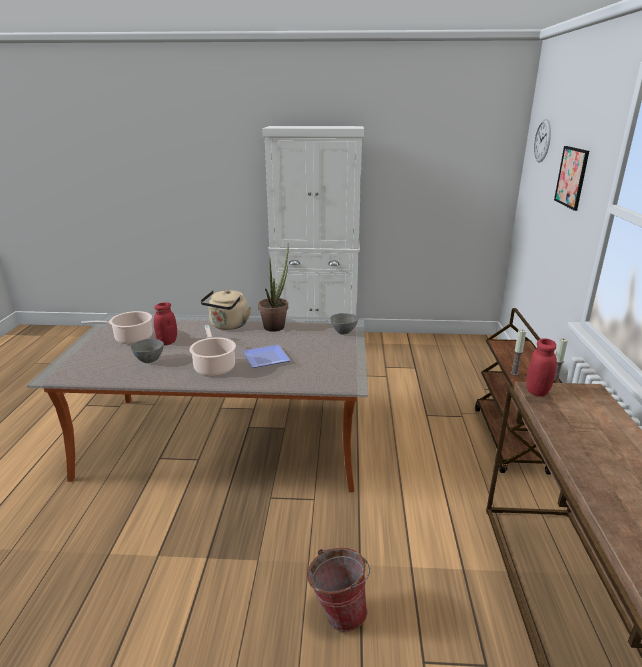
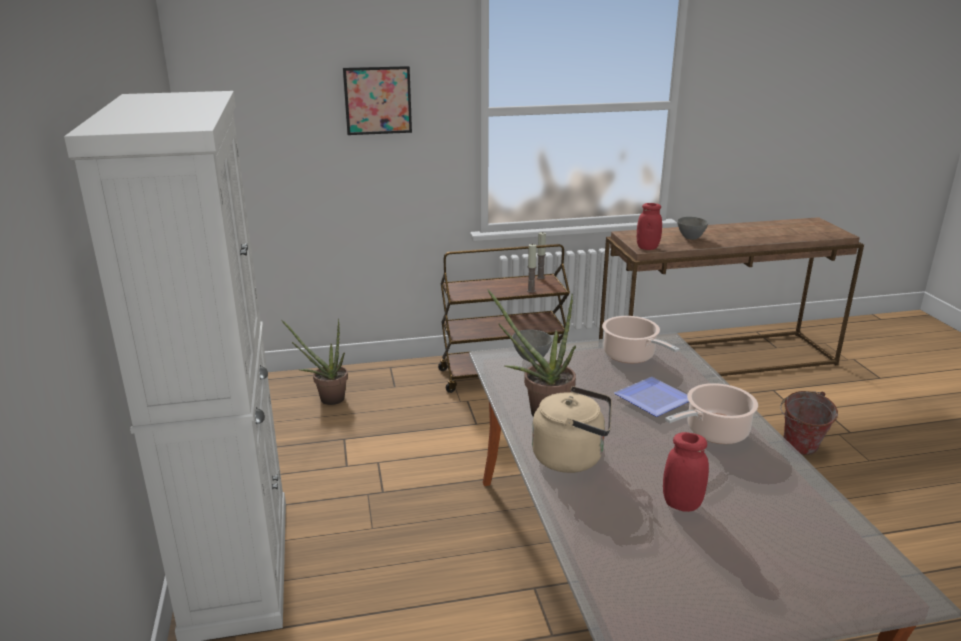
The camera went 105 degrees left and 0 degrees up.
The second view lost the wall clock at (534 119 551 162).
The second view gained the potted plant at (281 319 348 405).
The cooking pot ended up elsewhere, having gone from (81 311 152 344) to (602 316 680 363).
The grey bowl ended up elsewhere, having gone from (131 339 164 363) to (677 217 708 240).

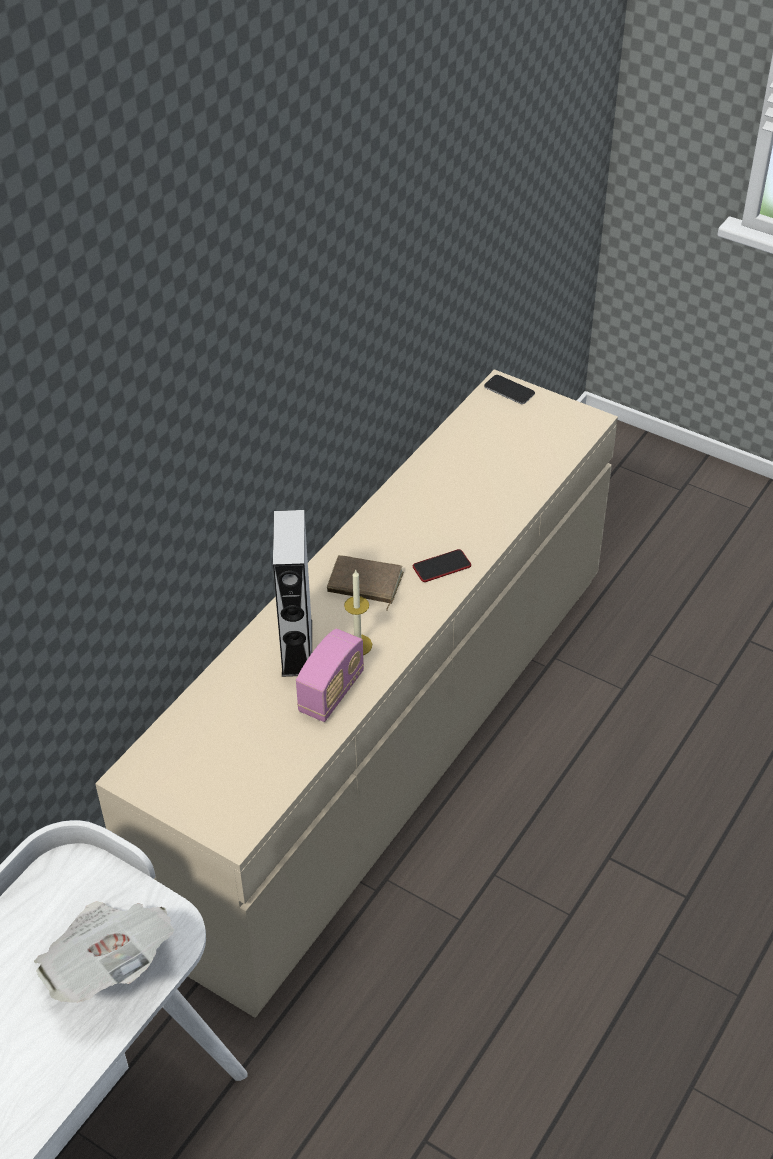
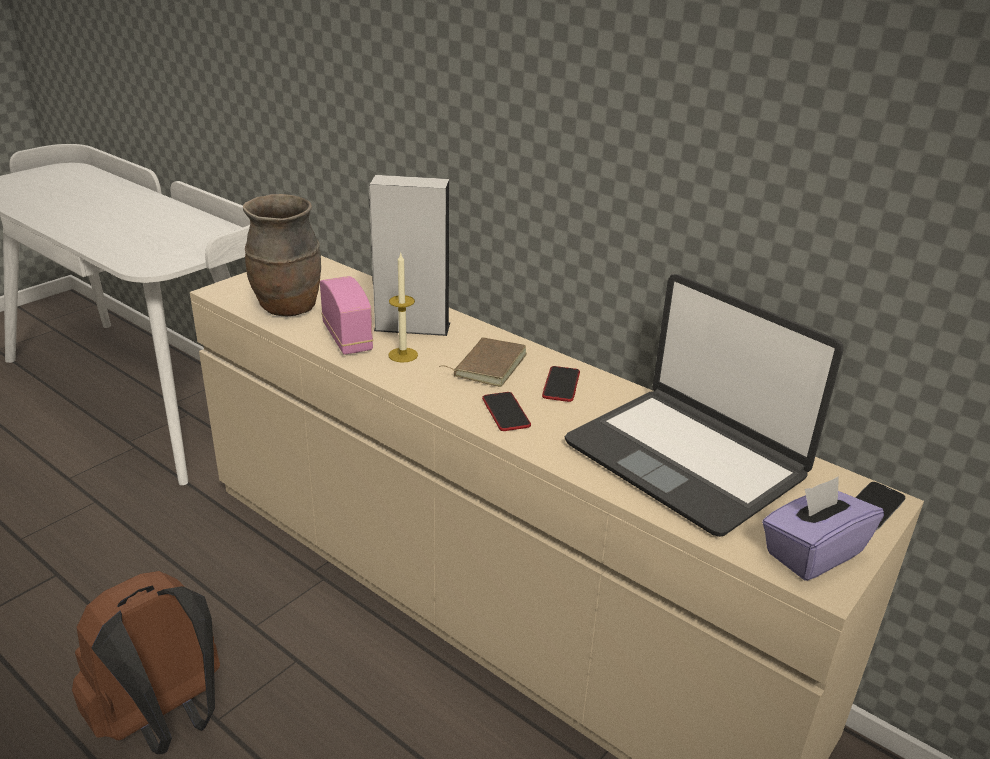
The camera went 95 degrees right and 15 degrees down.
The second view lost the newspaper at (34 901 174 1003).
The second view gained the brown backpack at (72 571 220 754).
The second view gained the brown vase at (243 194 321 316).
The second view gained the phone at (542 366 580 402).
The second view gained the laptop at (565 274 844 537).
The second view gained the purple tissue box at (762 476 884 581).
The radio at (296 628 364 722) ended up facing another way, 150 degrees counterclockwise from before.

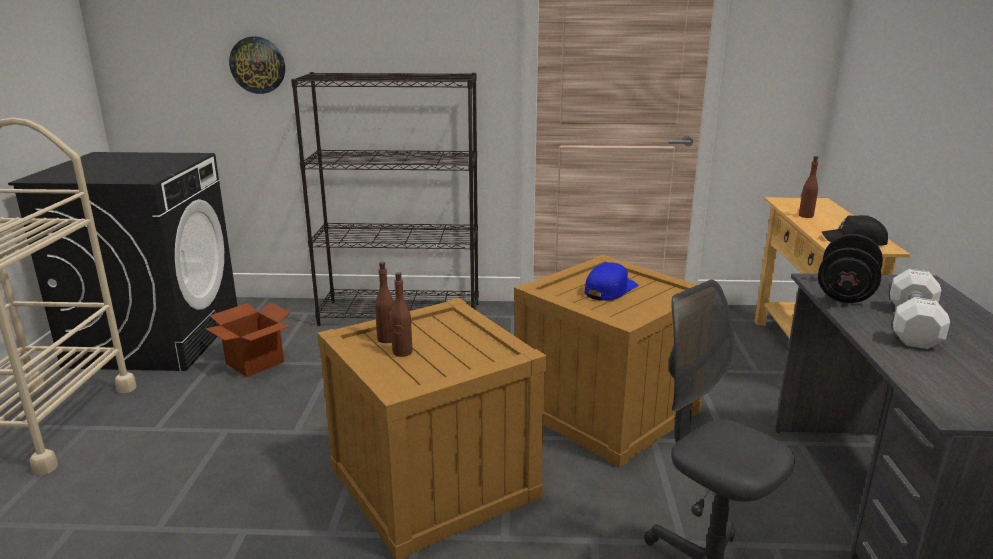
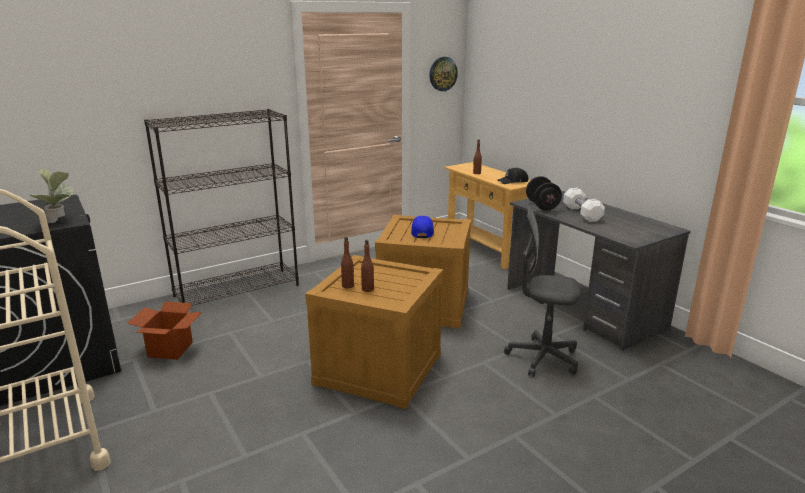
The camera went 35 degrees left and 0 degrees up.
The second view gained the potted plant at (30 169 74 223).
The wall clock ended up elsewhere, having gone from (229 37 285 94) to (430 57 458 91).

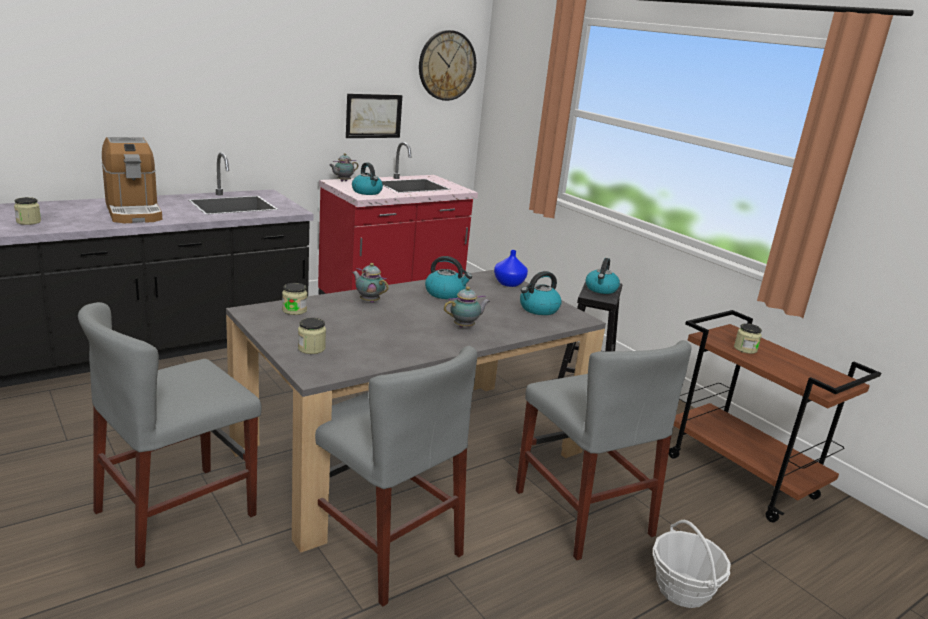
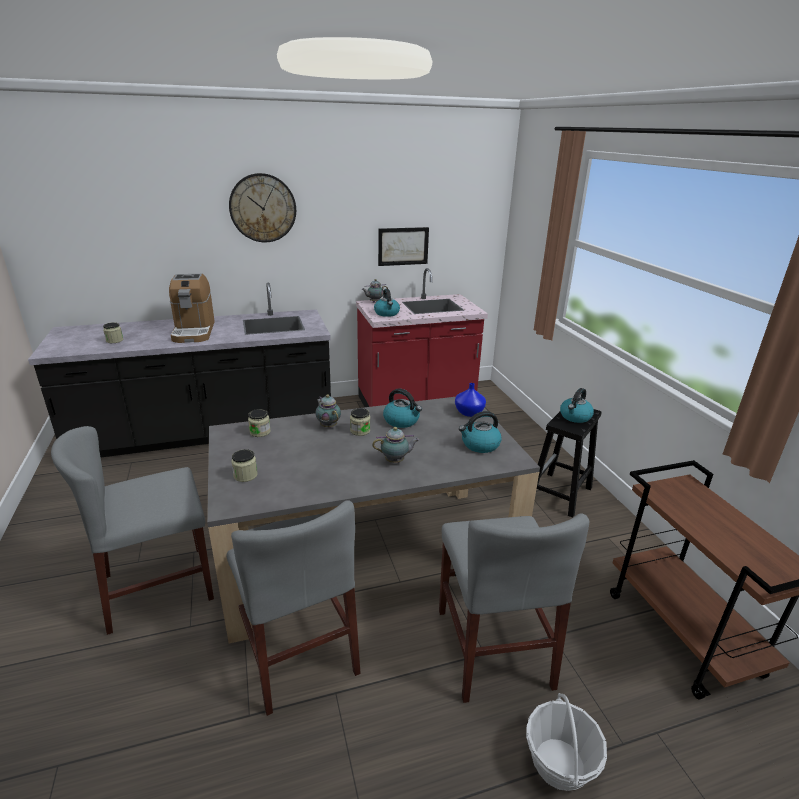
The camera went 20 degrees right and 5 degrees up.
The wall clock ended up elsewhere, having gone from (419 30 476 101) to (229 173 296 242).
The jar ended up elsewhere, having gone from (734 323 762 354) to (350 408 370 436).

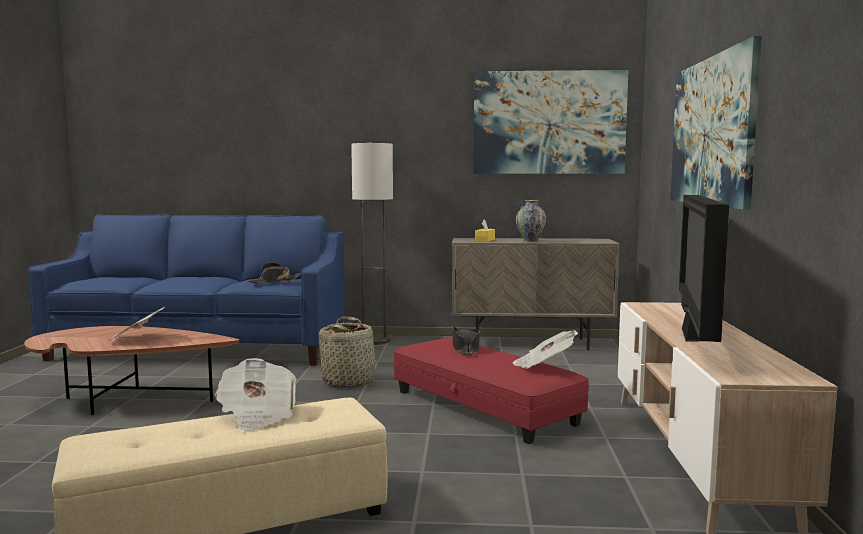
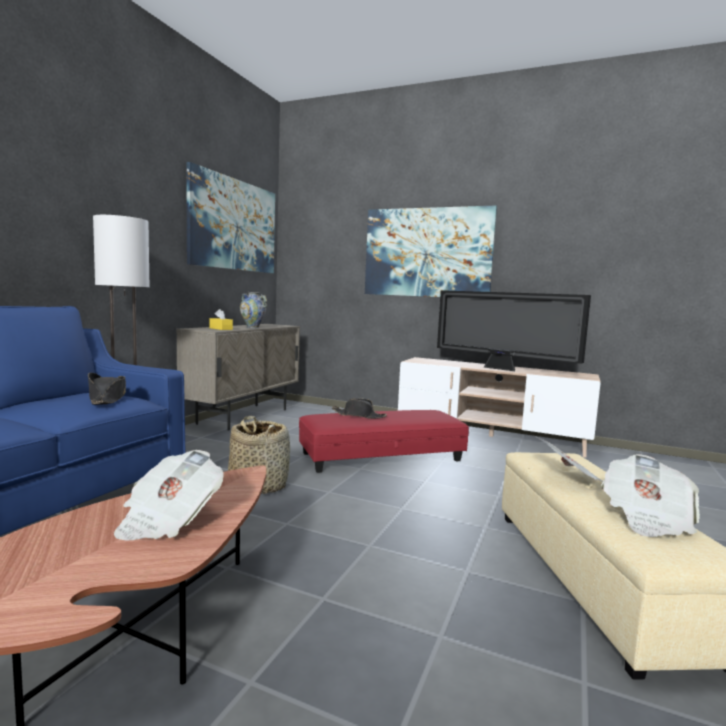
The camera went 70 degrees left and 0 degrees up.
The newspaper ended up elsewhere, having gone from (513 330 578 369) to (601 454 700 537).

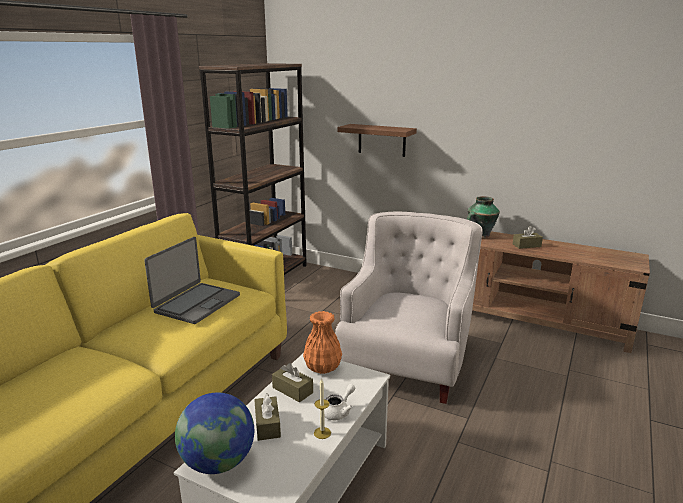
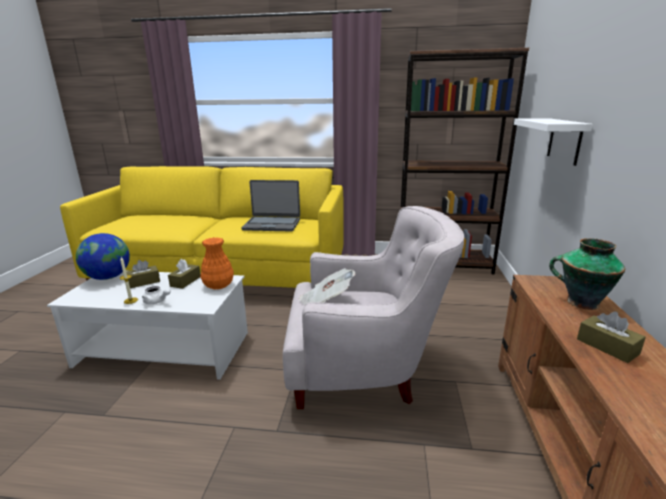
The camera went 70 degrees right and 0 degrees up.
The second view gained the newspaper at (299 268 355 306).
What was the brown shelf at (338 124 417 157) turned into the white shelf at (514 118 593 166).

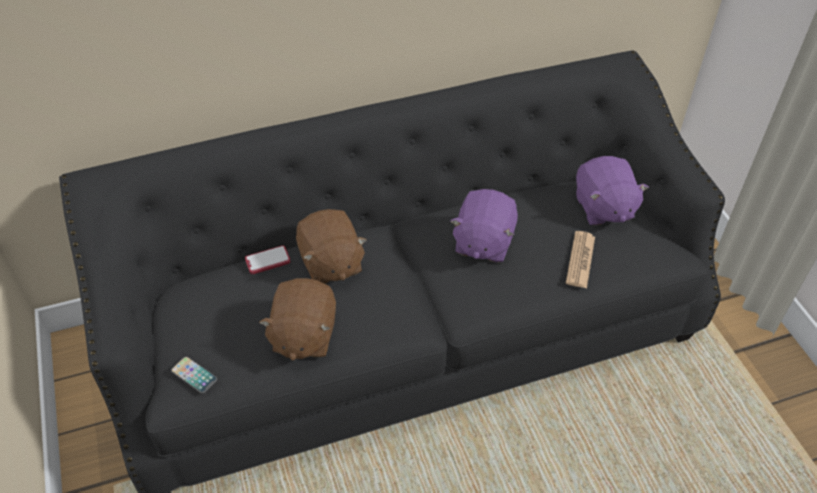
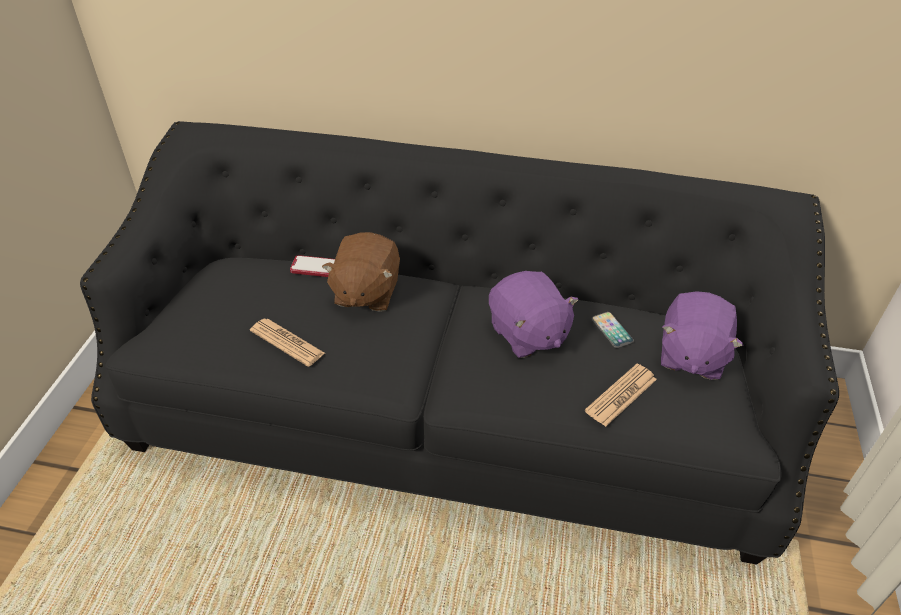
The camera went 30 degrees right and 5 degrees down.
The phone ended up elsewhere, having gone from (171 357 217 393) to (592 312 634 348).
Where the brown plush toy stood at (259 278 336 361), the newspaper came to stand at (250 318 325 367).
The purple plush toy at (451 189 518 263) ended up facing another way, 75 degrees counterclockwise from before.

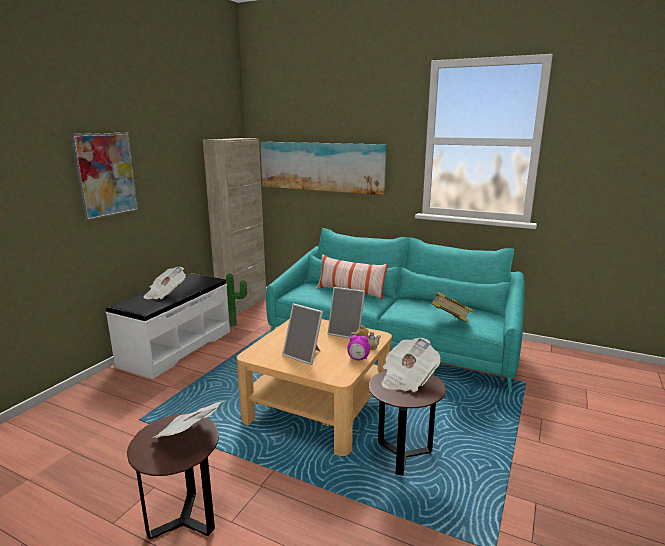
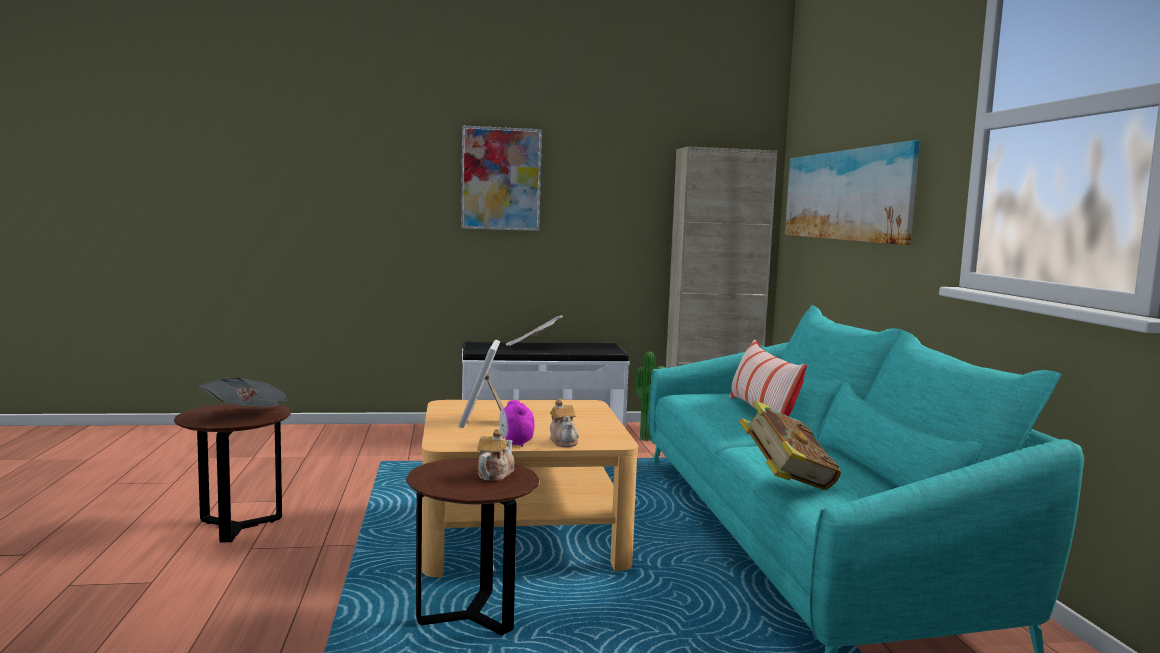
The camera went 55 degrees right and 10 degrees down.
The second view lost the picture frame at (328 287 365 338).
Where the newspaper stood at (381 338 441 392), the teapot came to stand at (477 429 515 481).

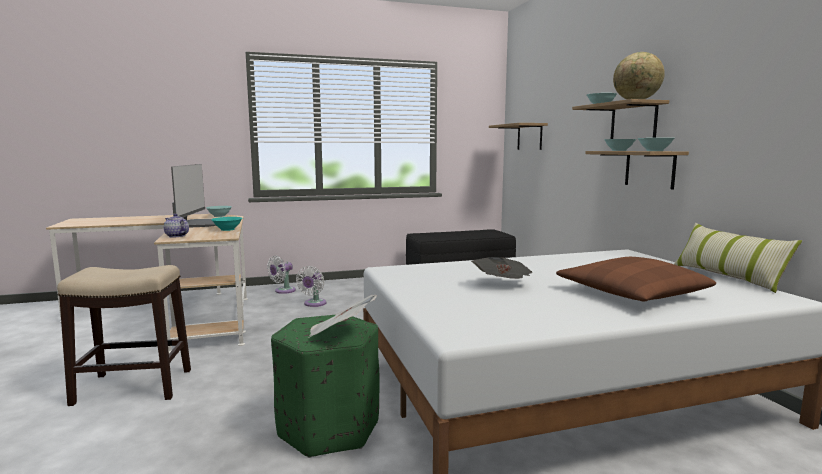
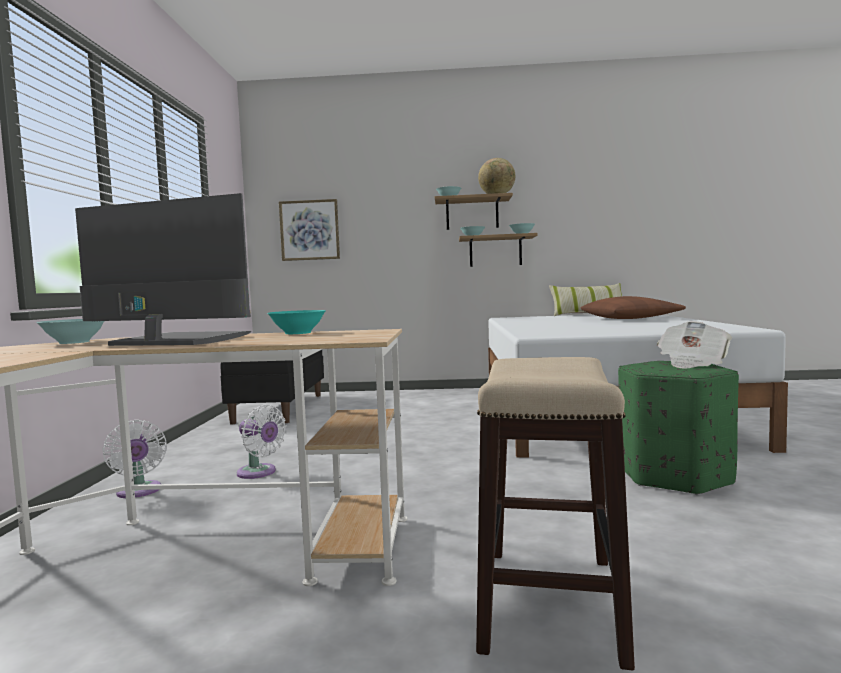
The camera went 70 degrees left and 5 degrees down.
The second view lost the teapot at (164 214 189 237).
The second view lost the newspaper at (471 257 532 279).
Where the shelf hung at (489 123 548 150), the picture came to hang at (279 199 340 261).

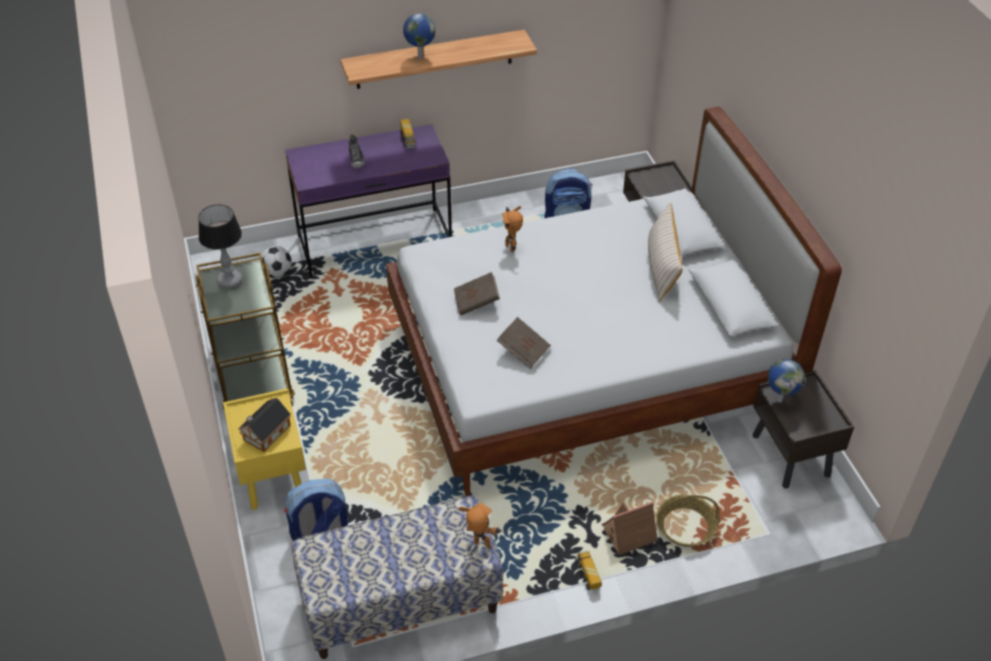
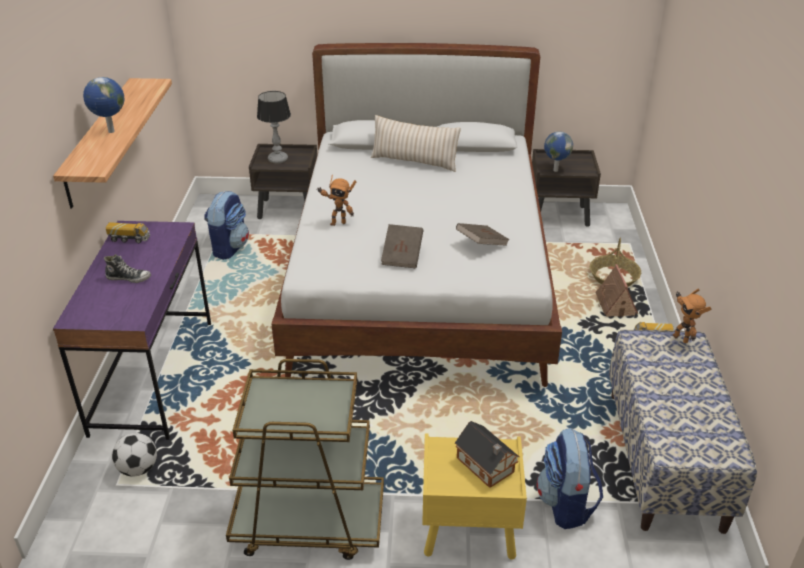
The camera went 70 degrees left and 10 degrees down.
The table lamp ended up elsewhere, having gone from (198 204 242 288) to (257 91 291 163).
The toy robot at (458 503 502 549) ended up facing another way, 75 degrees counterclockwise from before.

